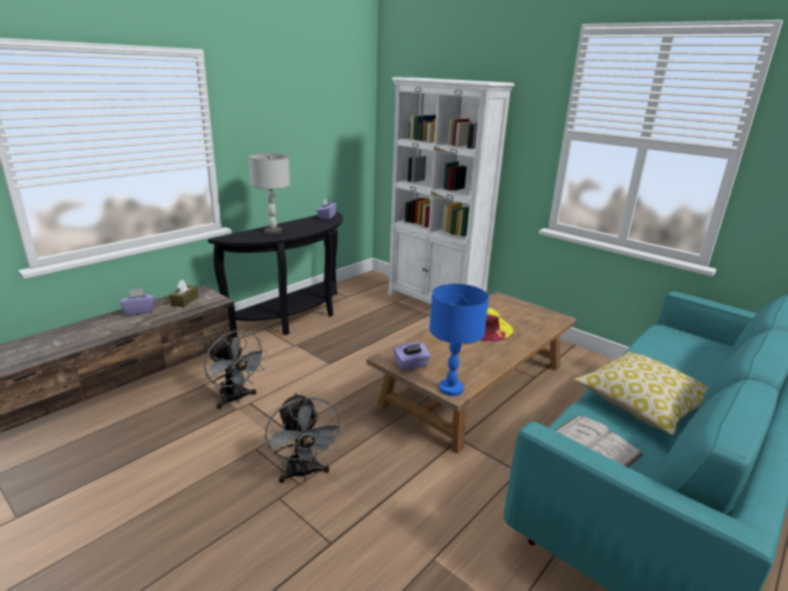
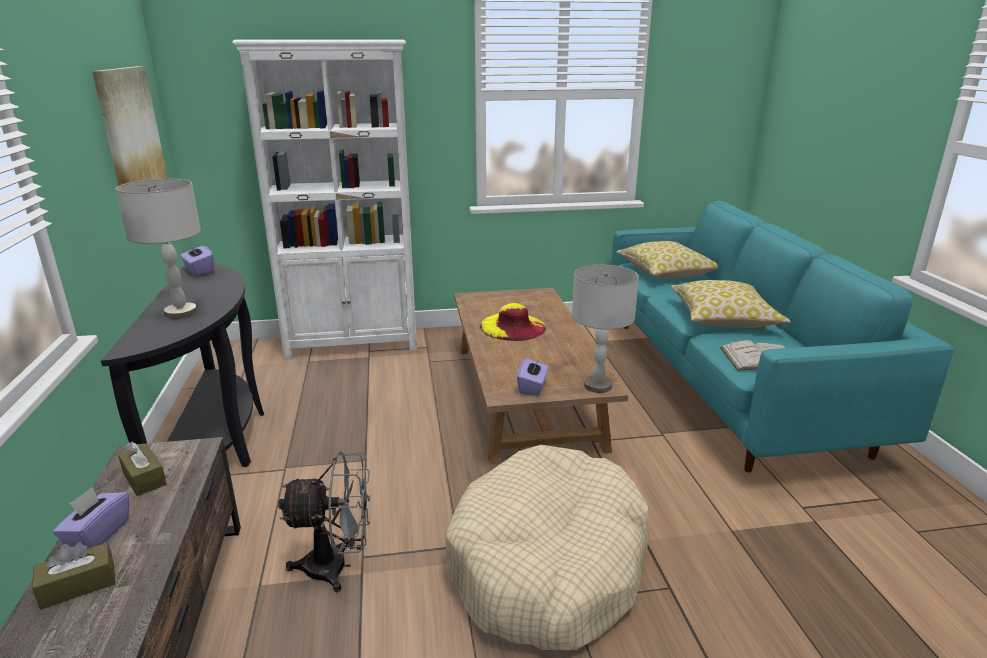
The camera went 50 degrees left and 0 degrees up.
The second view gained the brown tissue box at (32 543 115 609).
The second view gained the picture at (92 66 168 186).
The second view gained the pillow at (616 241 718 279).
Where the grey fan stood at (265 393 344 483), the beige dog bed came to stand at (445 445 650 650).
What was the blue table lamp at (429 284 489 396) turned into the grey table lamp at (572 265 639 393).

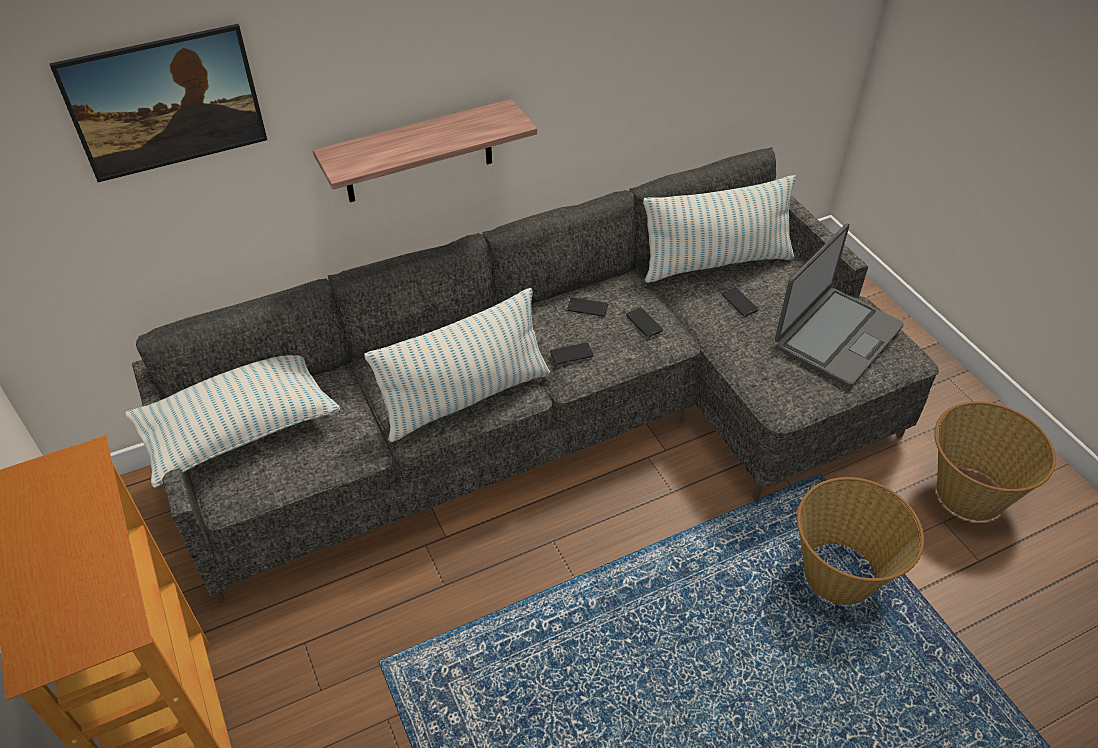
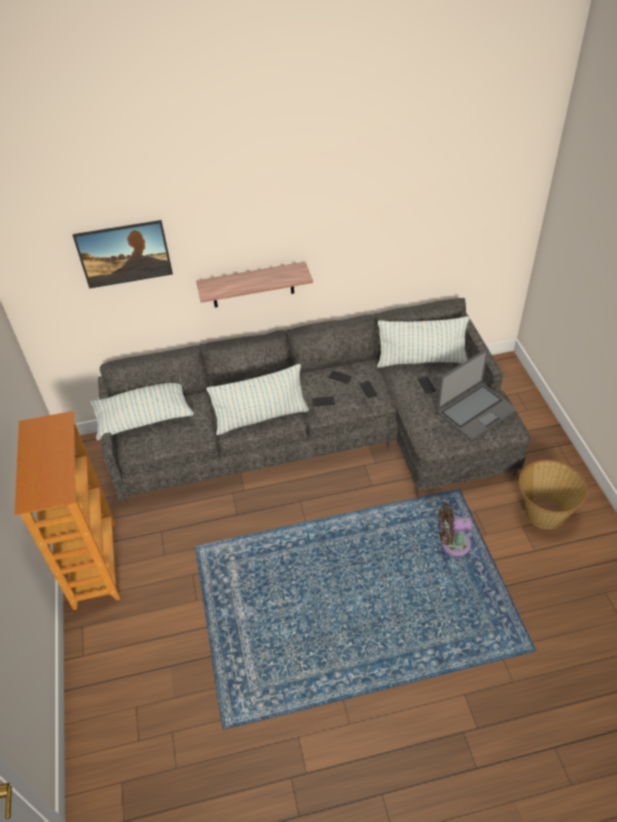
The camera went 15 degrees right and 0 degrees up.
Where the basket stood at (797 477 924 605), the brown fan came to stand at (438 504 472 556).

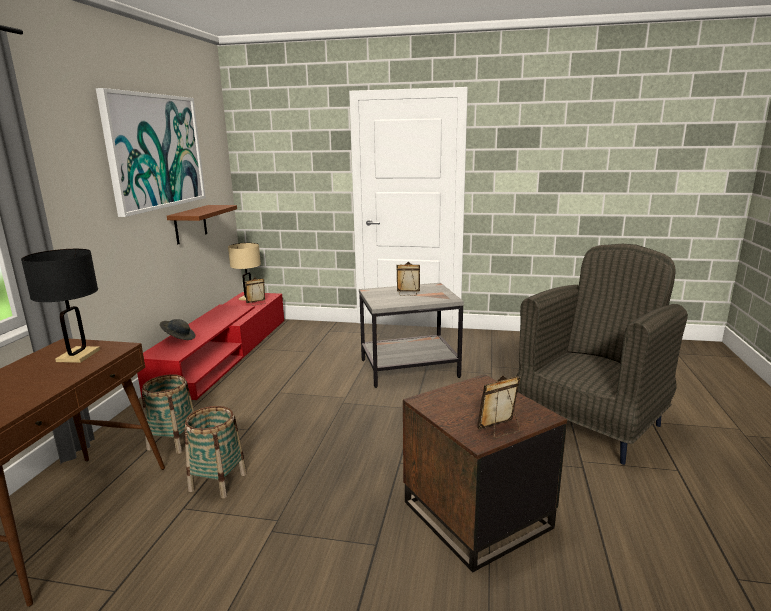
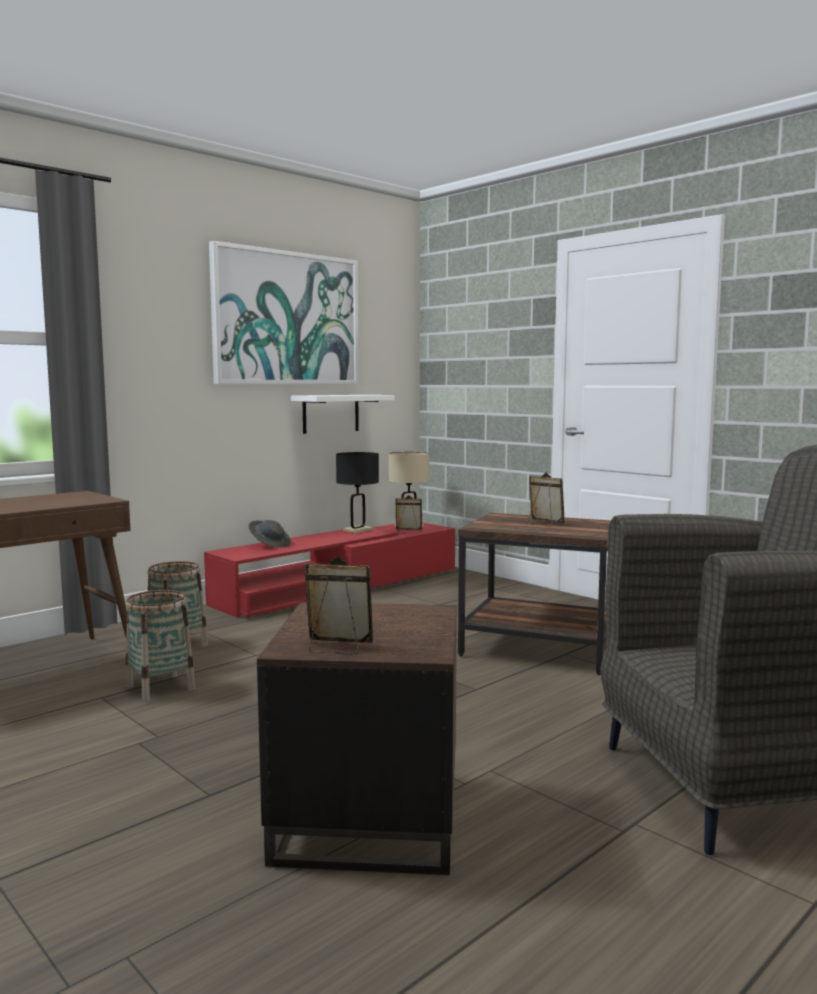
The camera went 35 degrees right and 10 degrees down.
The black table lamp ended up elsewhere, having gone from (21 249 100 363) to (336 452 379 533).
What was the brown shelf at (167 205 237 245) turned into the white shelf at (291 395 394 434).
What was the grey side table at (359 283 464 388) turned into the brown side table at (458 513 611 675).

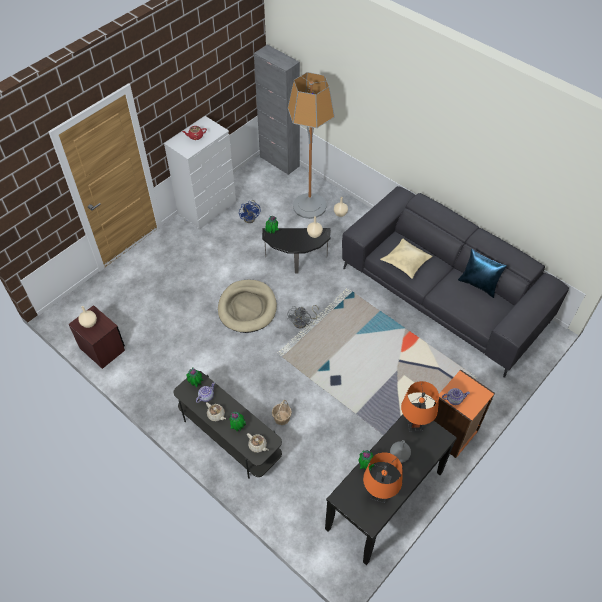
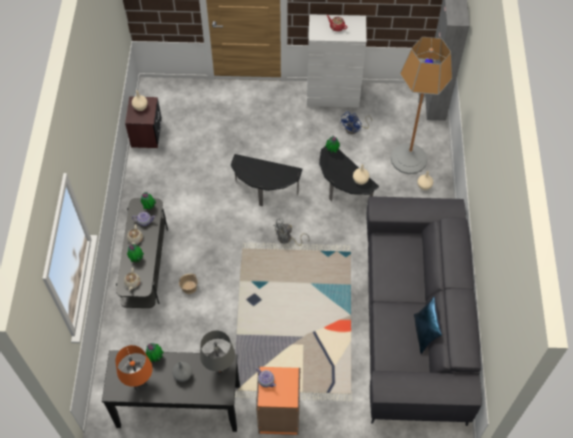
The camera went 50 degrees right and 5 degrees up.
The second view lost the beige pillow at (380 238 433 279).
Where the beige dog bed stood at (218 280 277 333), the side table came to stand at (231 154 302 206).
What was the orange table lamp at (401 381 439 432) turned into the grey table lamp at (200 331 235 377).

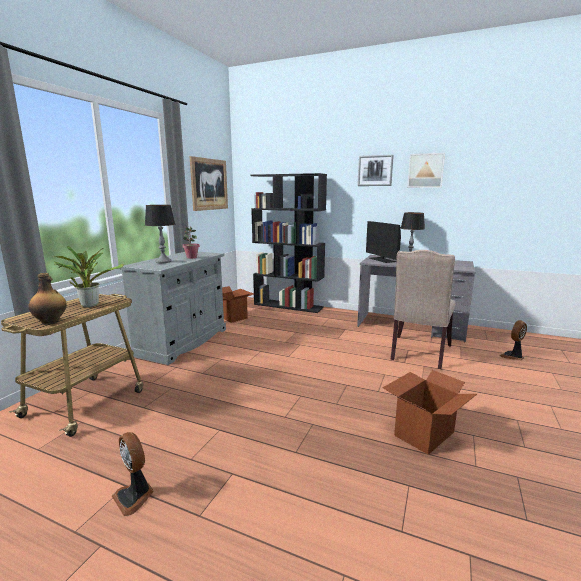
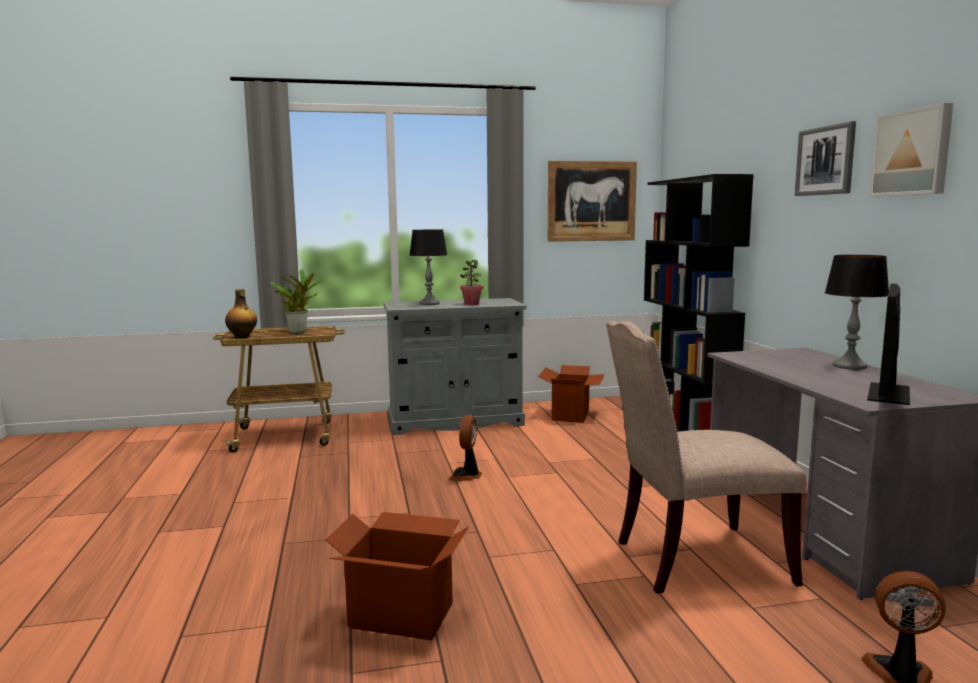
The camera went 55 degrees right and 5 degrees down.
The fan ended up elsewhere, having gone from (112 432 154 516) to (449 415 482 482).
The monitor ended up elsewhere, having gone from (366 221 401 263) to (867 284 910 405).

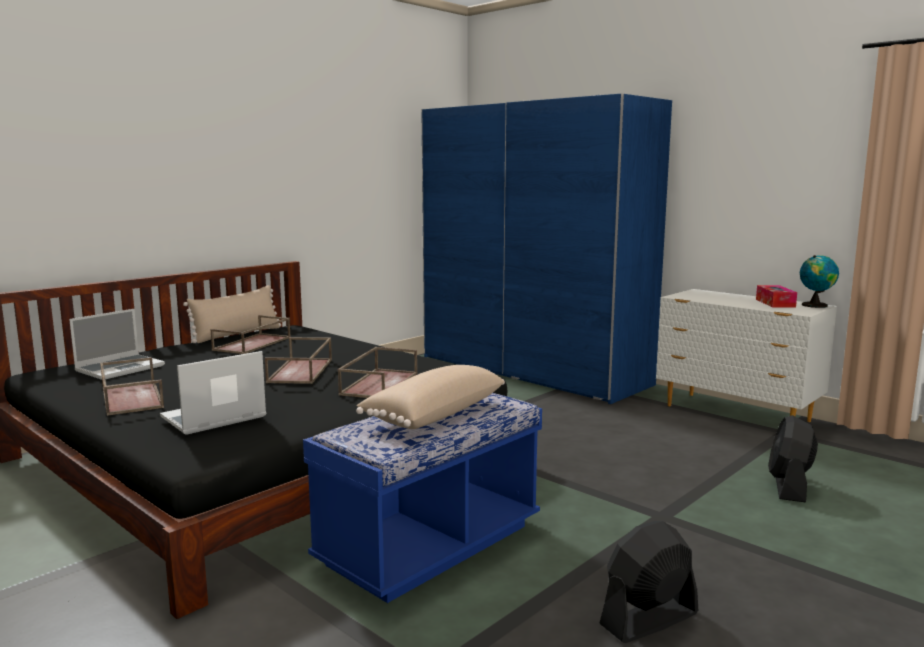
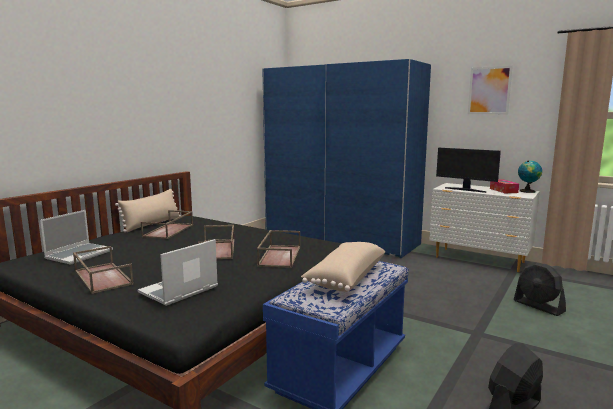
The camera went 10 degrees left and 0 degrees up.
The second view gained the monitor at (436 148 501 193).
The second view gained the picture at (468 66 513 114).
The black fan at (768 415 818 503) ended up facing another way, 45 degrees counterclockwise from before.

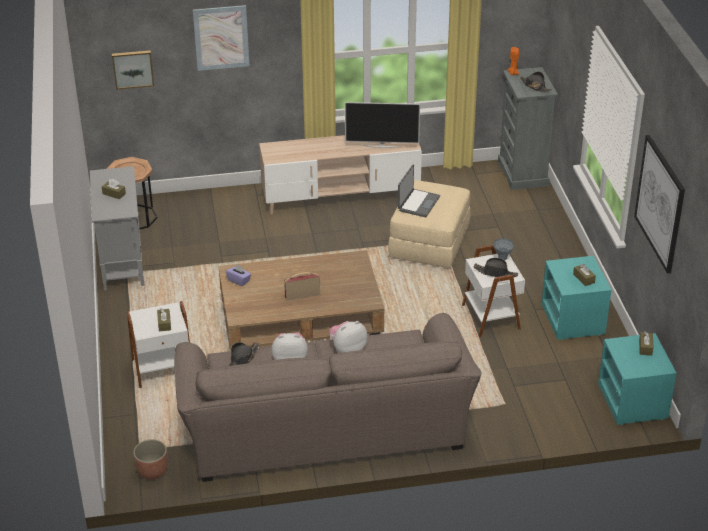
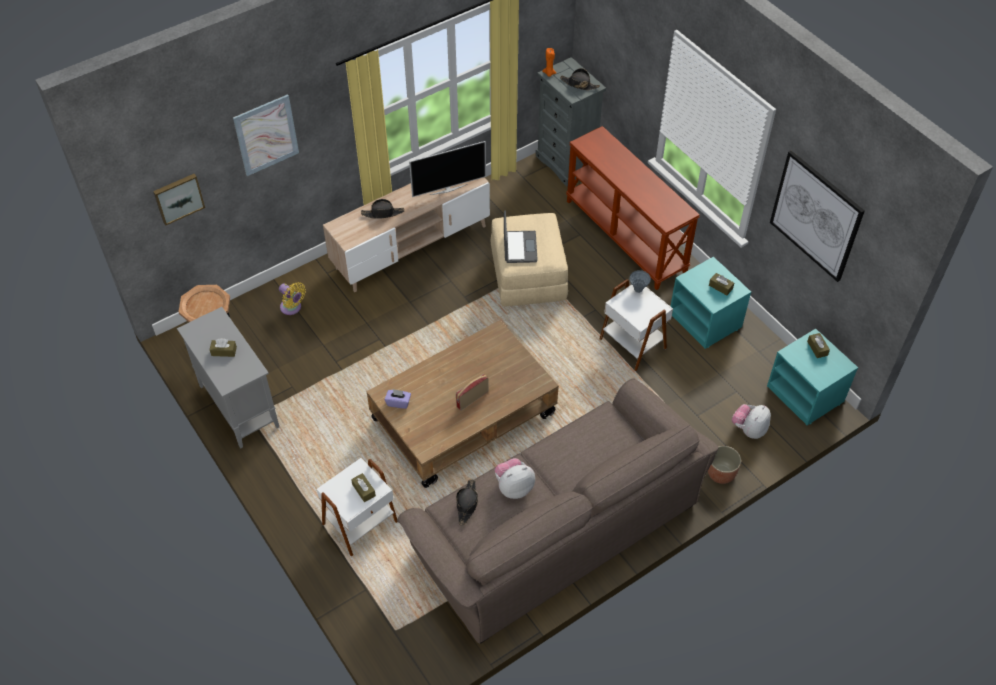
The camera went 25 degrees left and 15 degrees up.
The second view gained the yellow fan at (279 282 306 315).
The second view gained the brown console table at (566 126 700 290).
The planter ended up elsewhere, having gone from (133 439 167 480) to (708 446 741 484).
The plush toy ended up elsewhere, having gone from (329 321 367 353) to (732 404 771 439).
The black hat ended up elsewhere, having gone from (474 258 518 277) to (361 199 404 219).

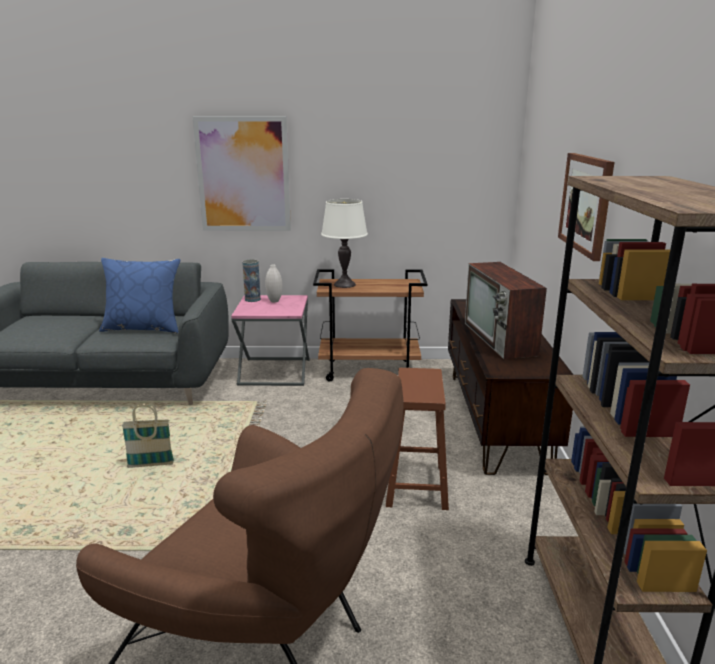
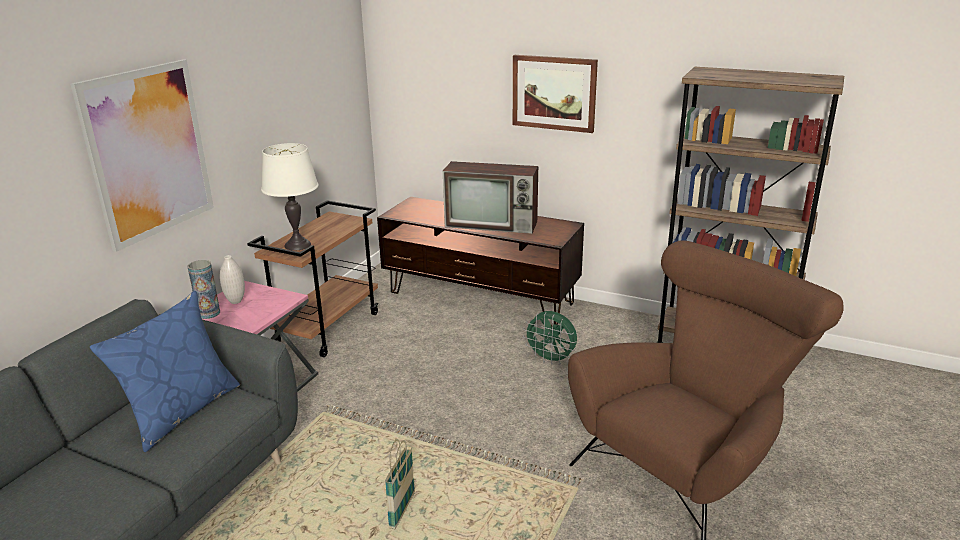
The camera went 65 degrees left and 5 degrees up.
Where the brown stool stood at (386 368 449 510), the green fan came to stand at (523 311 577 365).

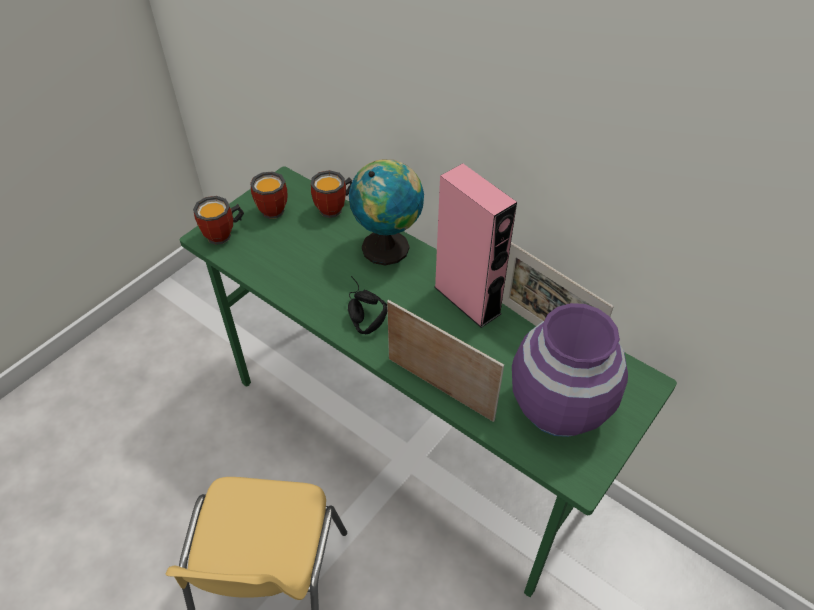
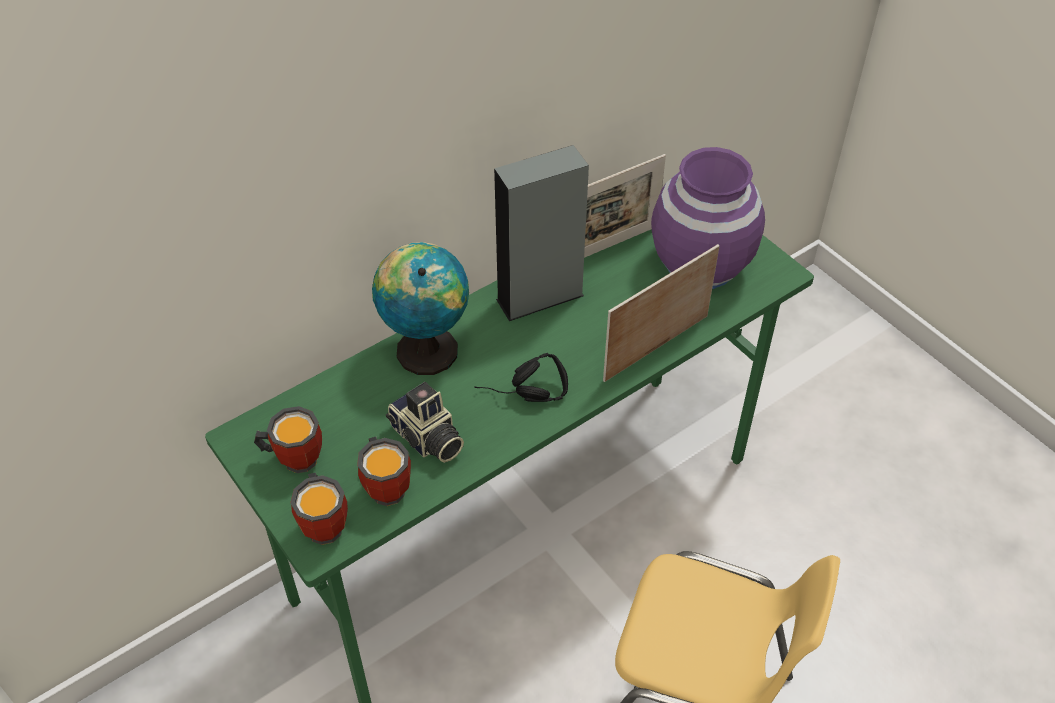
The camera went 75 degrees left and 0 degrees up.
The second view gained the photo camera at (386 382 464 463).
The mug ended up elsewhere, having gone from (310 170 352 218) to (357 437 411 506).
What was the pink speaker at (434 163 517 328) turned into the grey speaker at (494 145 589 321).

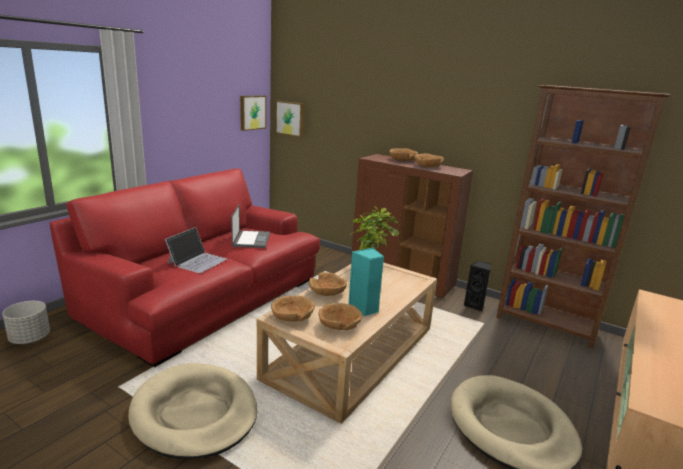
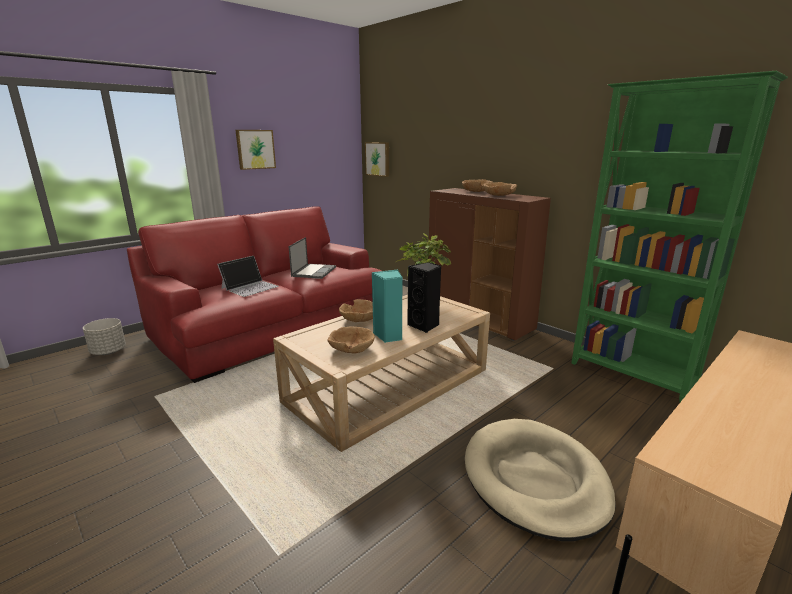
The camera went 15 degrees right and 0 degrees up.
The second view lost the beige dog bed at (128 363 257 459).
The second view lost the brown bowl at (271 295 315 321).
The picture ended up elsewhere, having gone from (240 95 266 131) to (236 130 276 170).
The black speaker ended up elsewhere, having gone from (464 261 491 311) to (407 262 441 333).
What was the brown bookcase at (496 85 671 349) turned into the green bookcase at (571 71 788 402).

